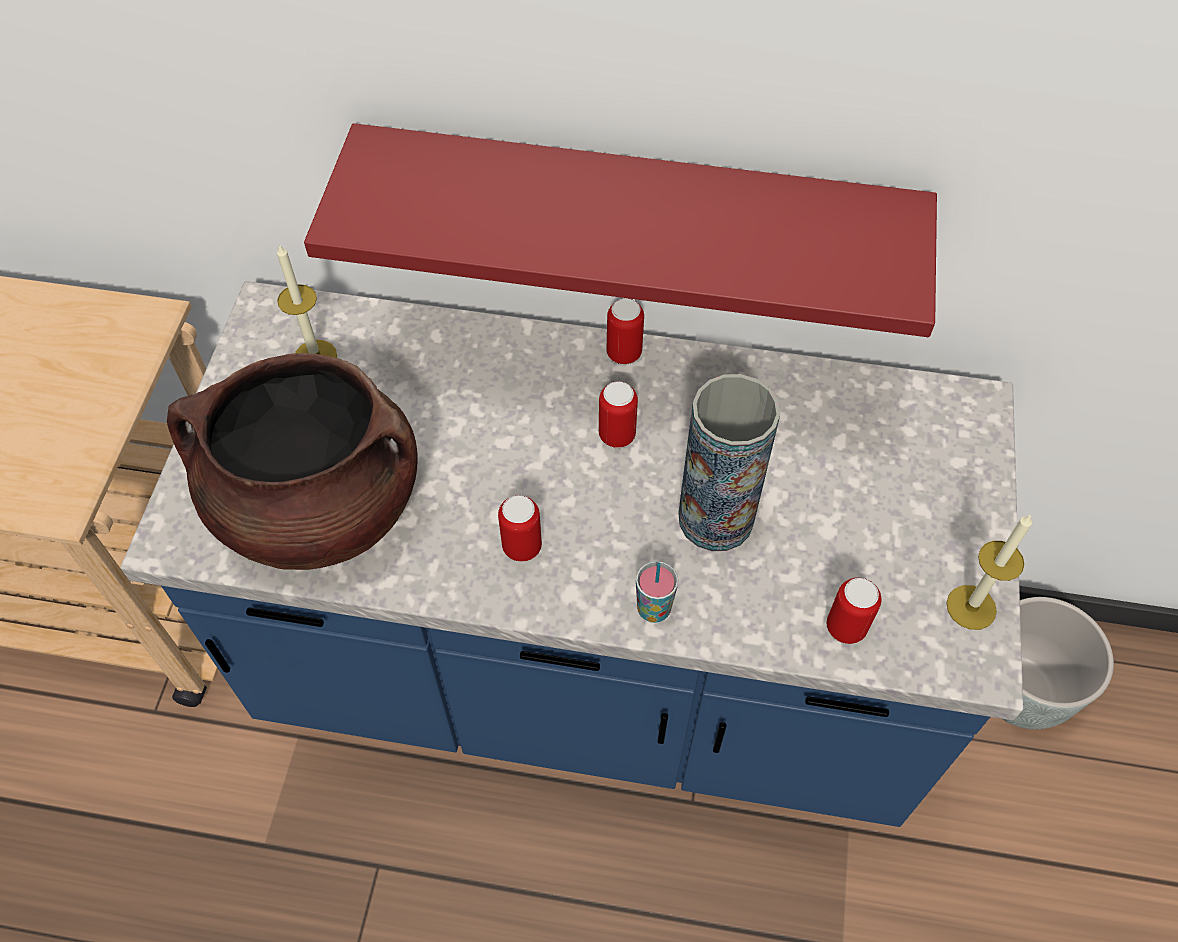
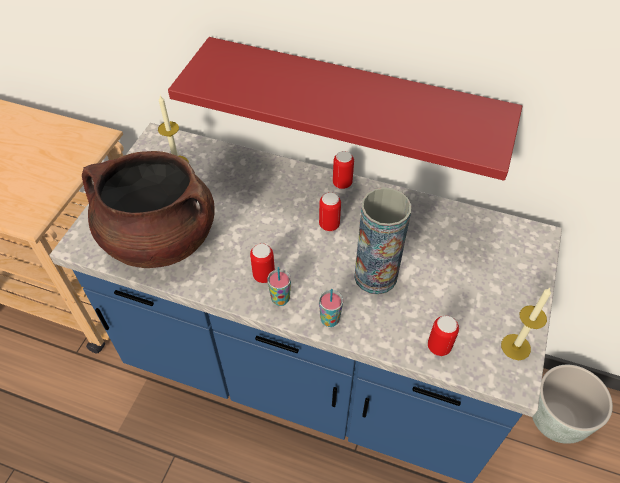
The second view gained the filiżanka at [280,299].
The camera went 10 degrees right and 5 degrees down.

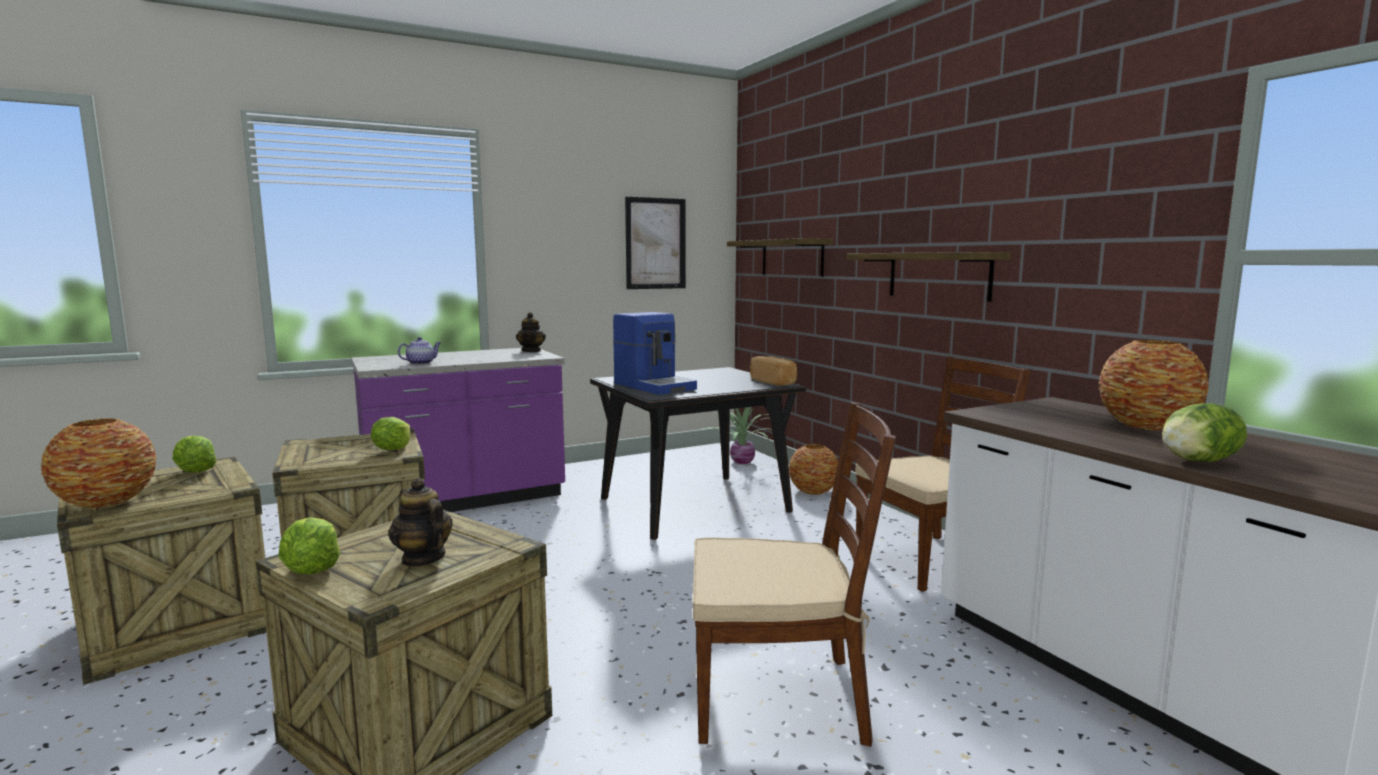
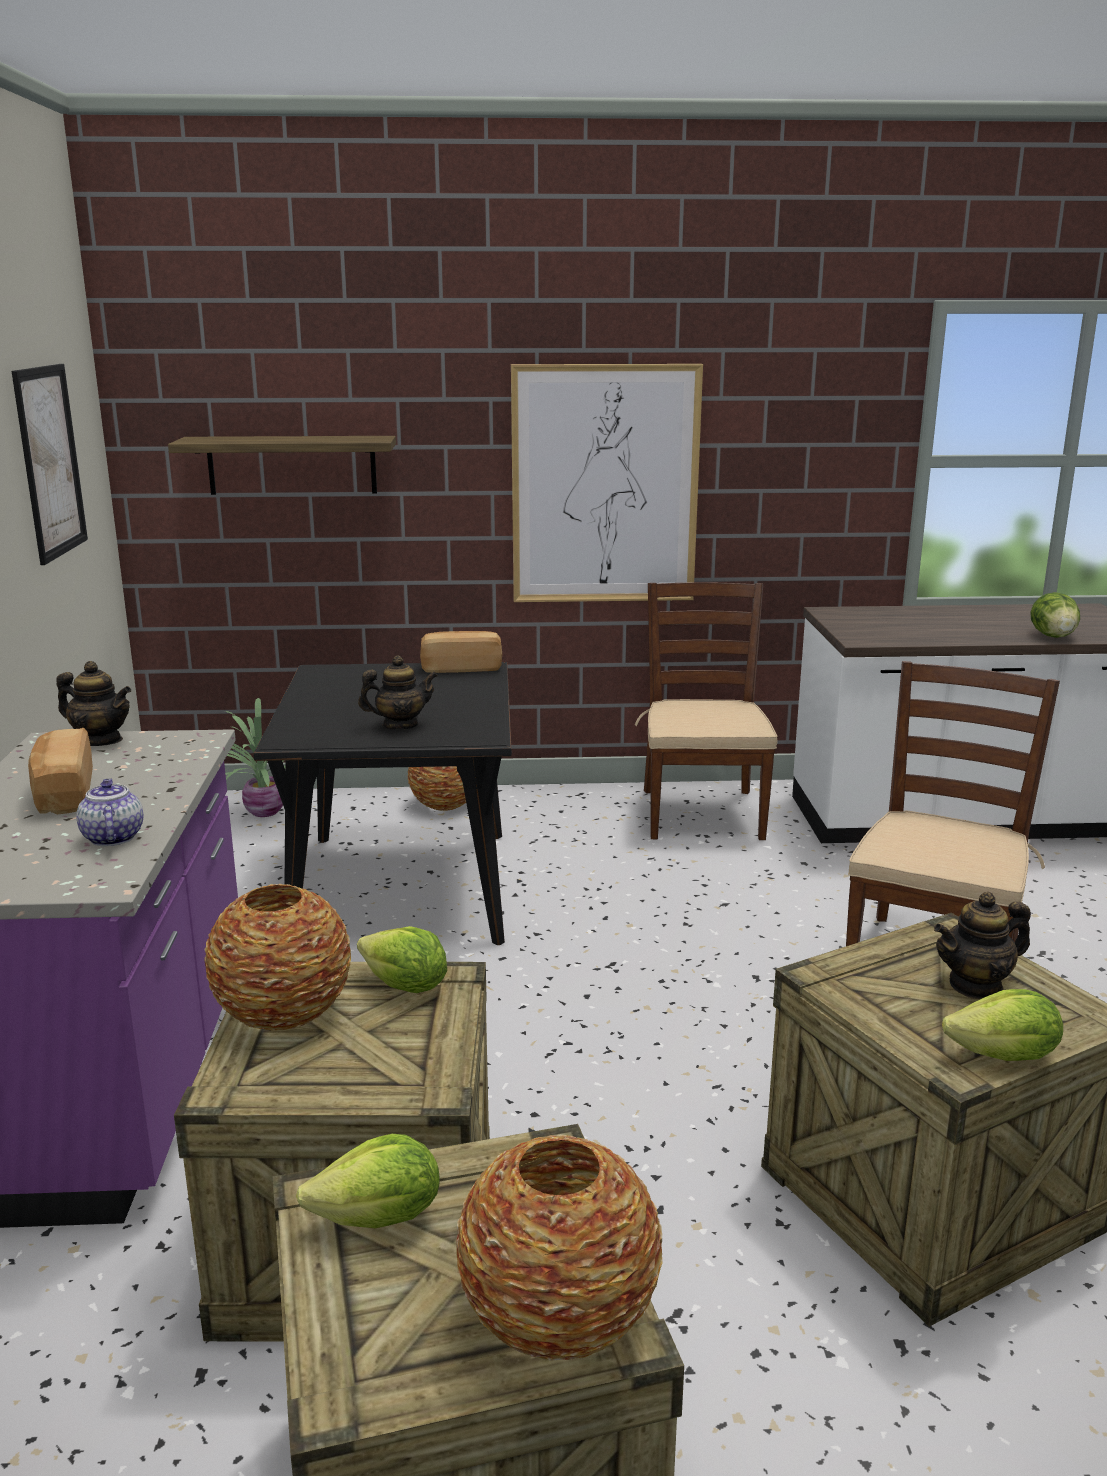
The second view gained the chleb at [63,794].
The wazon ended up elsewhere, having gone from [1147,426] to [284,1014].
Where the ekspres do kawy stood at [654,386], the imbryk came to stand at [400,725].
Where the półka hung at [938,275], the obraz came to hang at [604,485].
The camera went 65 degrees left and 10 degrees up.

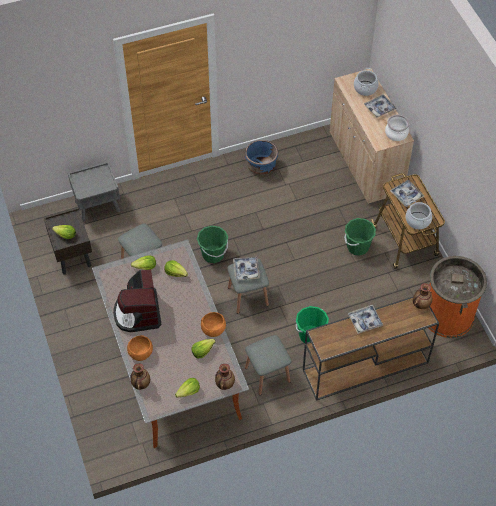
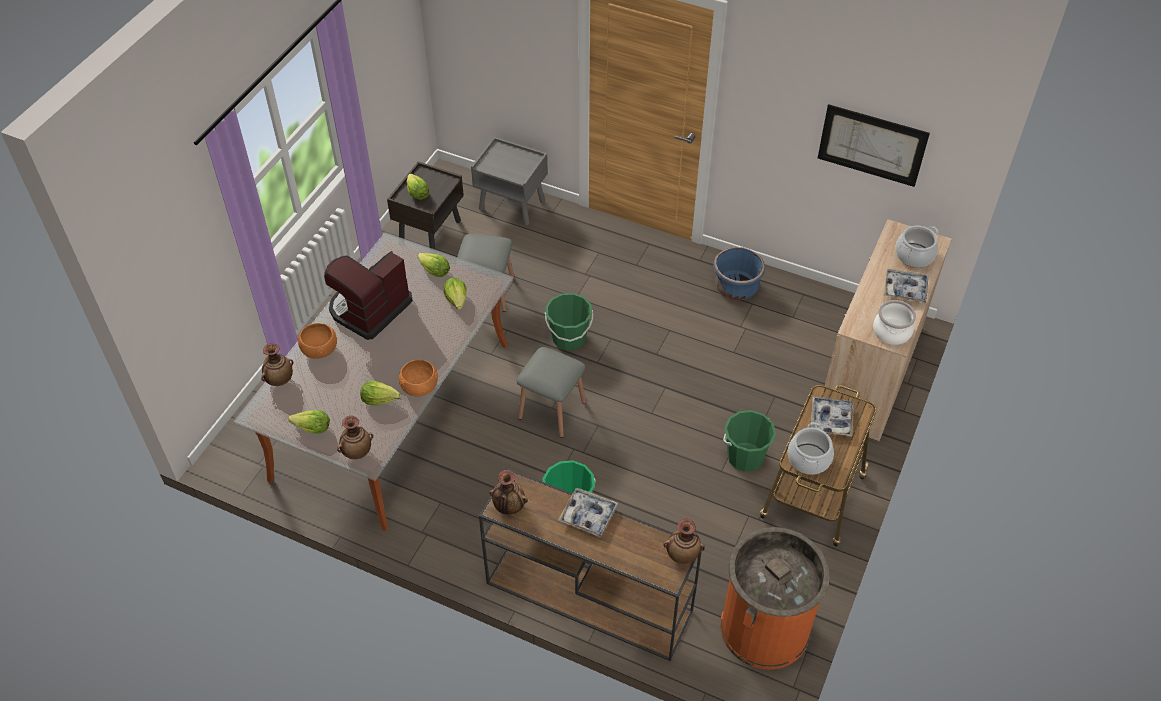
The second view gained the wazon at [509,507].
The second view gained the obraz at [872,145].
The second view lost the taca at [246,270].
The second view lost the stołek/szary at [267,374].
The camera went 45 degrees right and 5 degrees down.

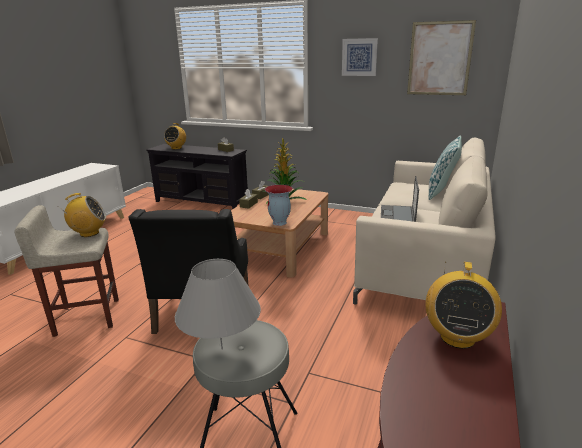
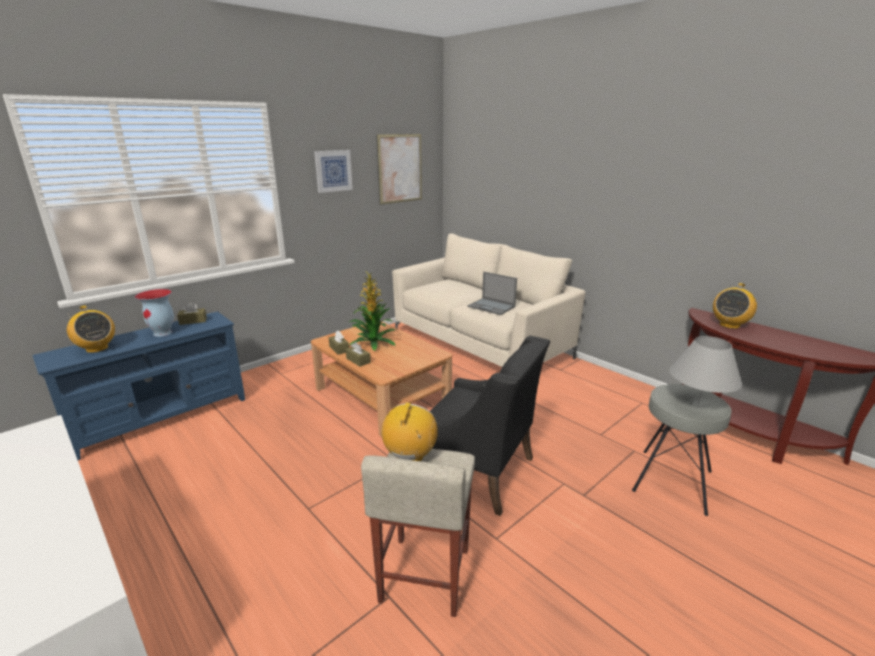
What was the szafka pod telewizor/czarny at [201,202] turned into the szafka pod telewizor/niebieski at [162,418].
The wazon ended up elsewhere, having gone from [280,223] to [163,333].
The radio at [457,337] ended up facing another way, 90 degrees clockwise from before.
The second view lost the poduszka at [442,192].
The camera went 65 degrees left and 0 degrees up.

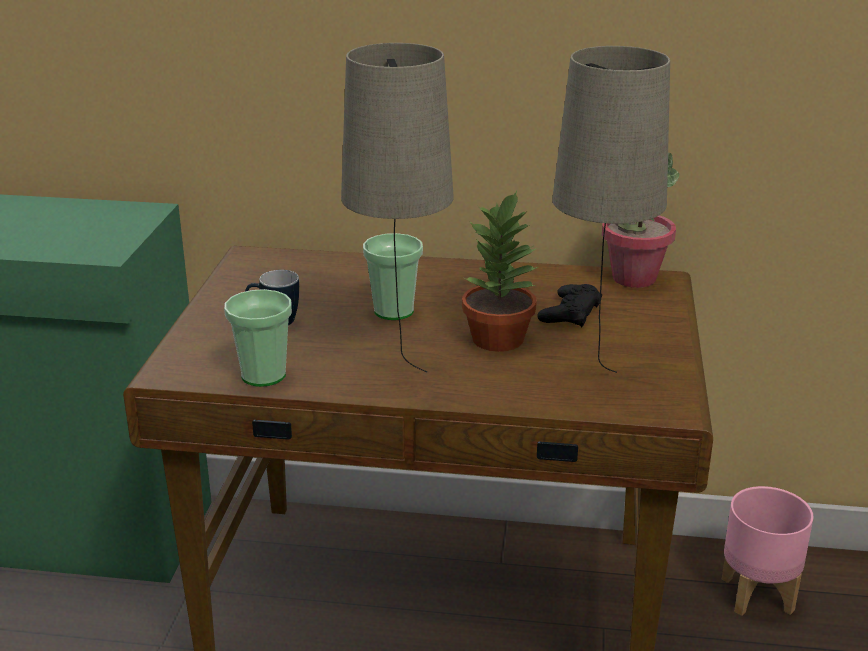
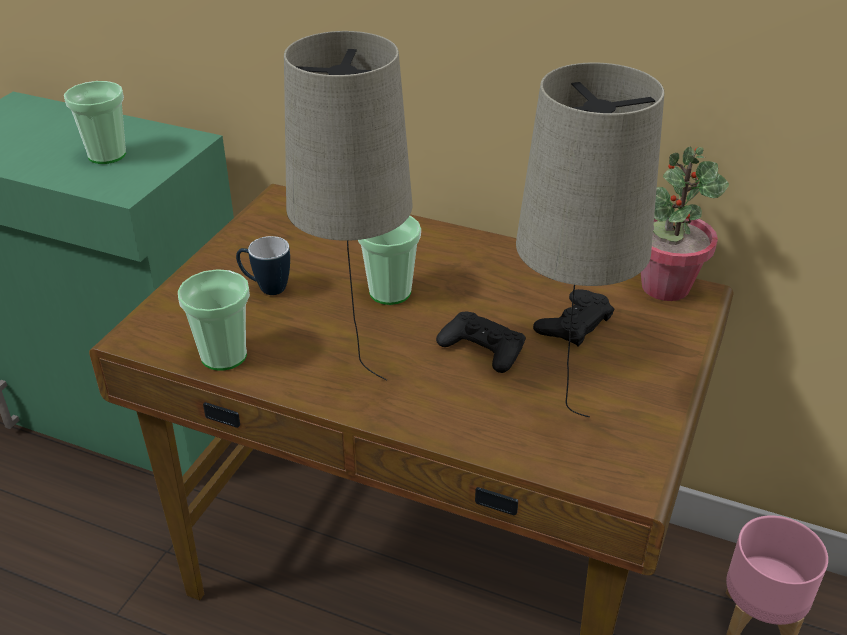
The second view gained the filiżanka at [107,155].
Where the roślina doniczkowa stood at [499,339], the pad do gier/czarny came to stand at [482,348].
The camera went 15 degrees right and 10 degrees up.

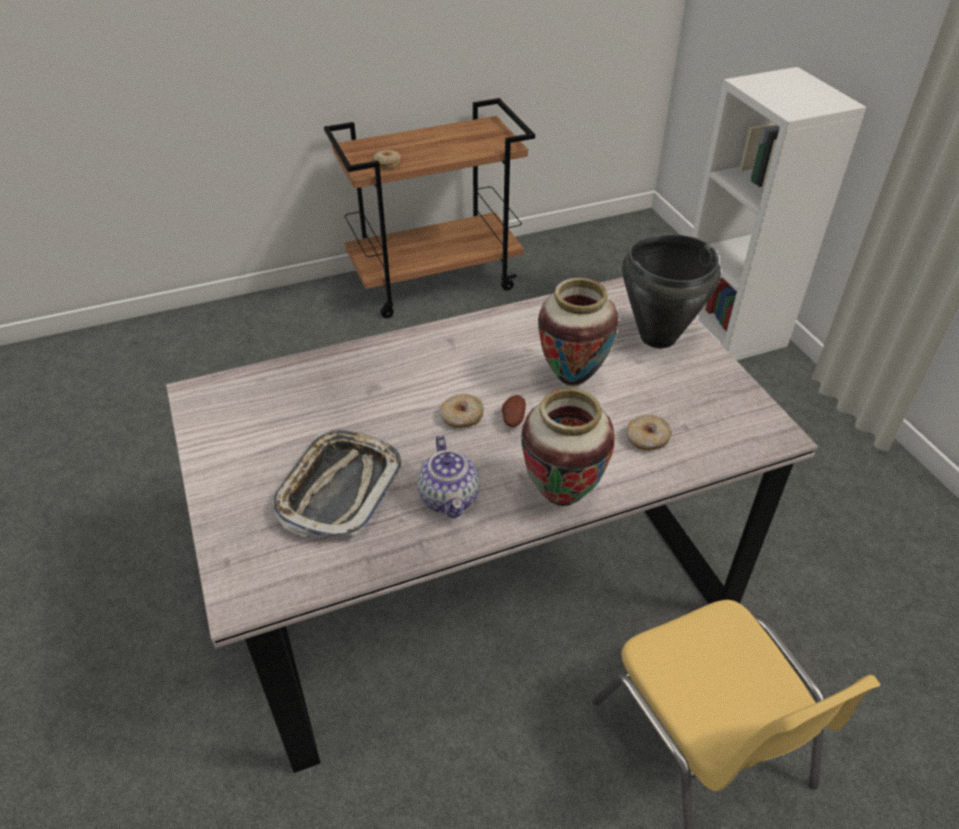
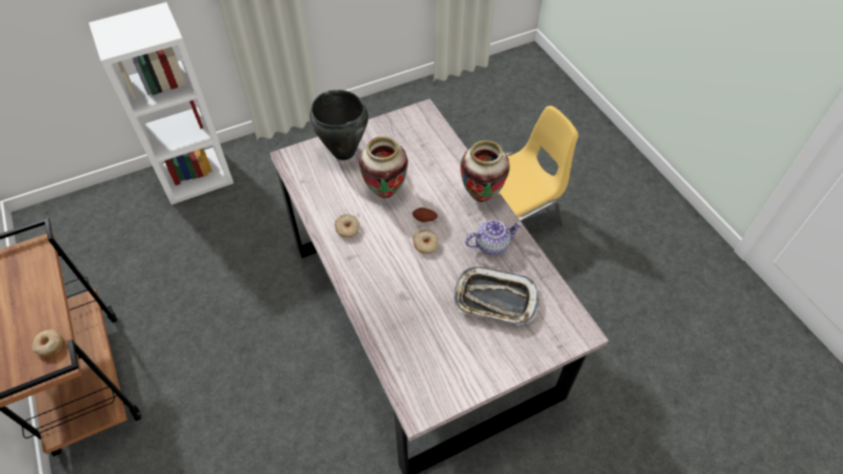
The donut ended up elsewhere, having gone from [647,439] to [348,229].
The camera went 95 degrees left and 10 degrees up.

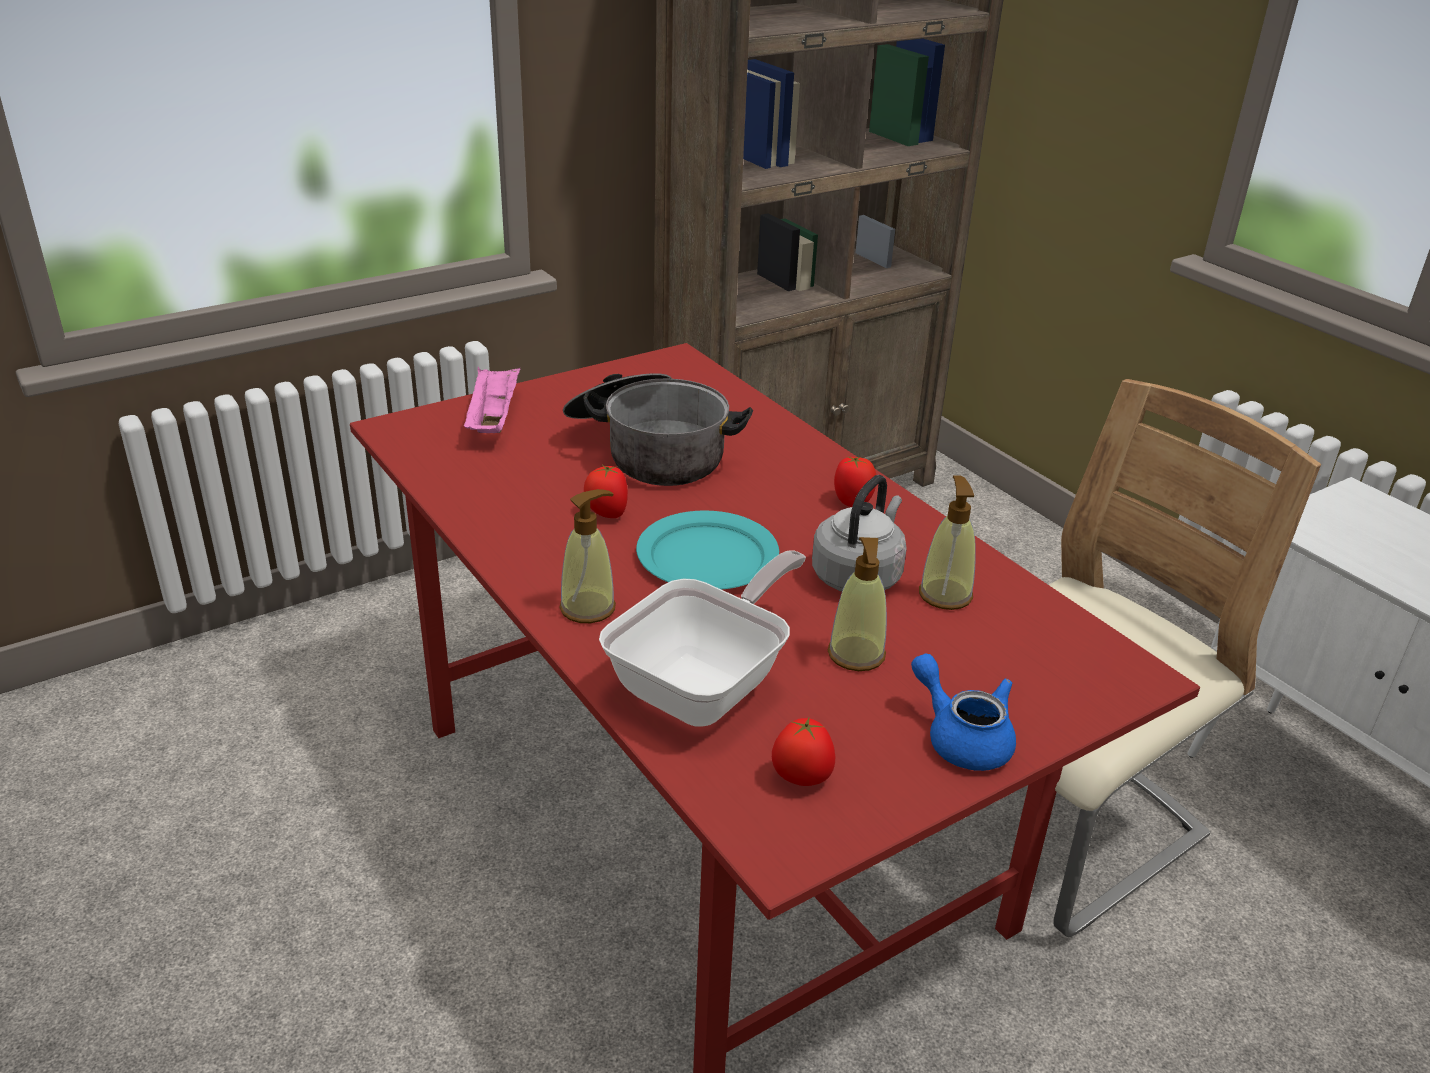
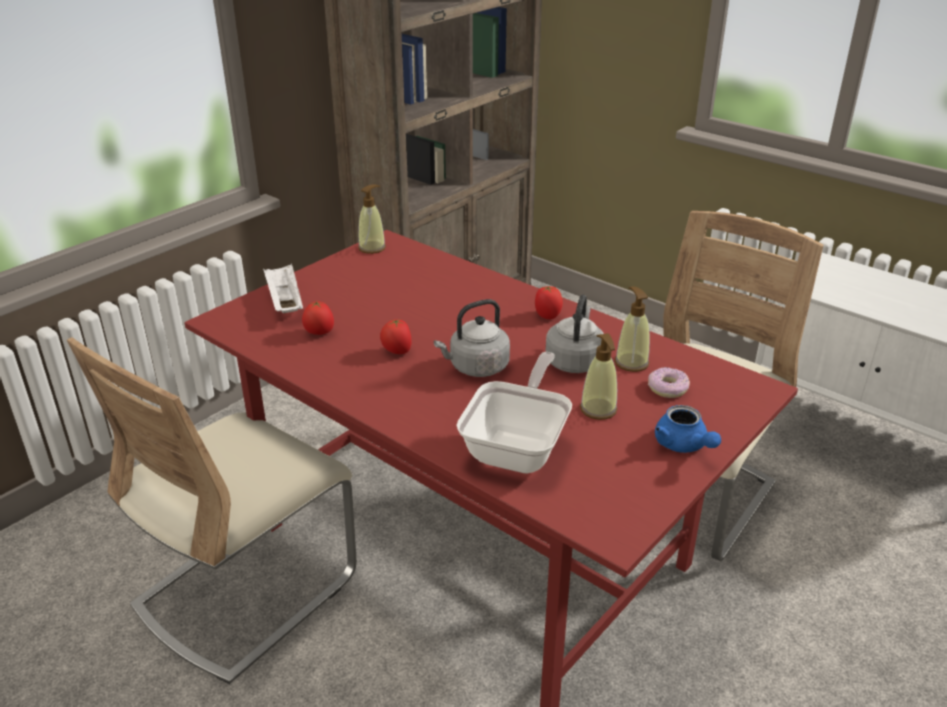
The second view gained the krzesło/beżowy at [246,591].
What was the taca/różowy at [493,419] turned into the taca/biały at [285,302].
The pomidor ended up elsewhere, having gone from [801,779] to [319,333].
The dozownik mydła ended up elsewhere, having gone from [588,608] to [372,248].
Where the talerz/turkusowy stood at [706,557], the czajnik/szary came to stand at [476,367].
The second view gained the donut at [667,388].
The imbryk/niebieski at [962,737] ended up facing another way, 150 degrees counterclockwise from before.
The second view lost the garnek at [649,451].
The camera went 15 degrees left and 0 degrees up.

